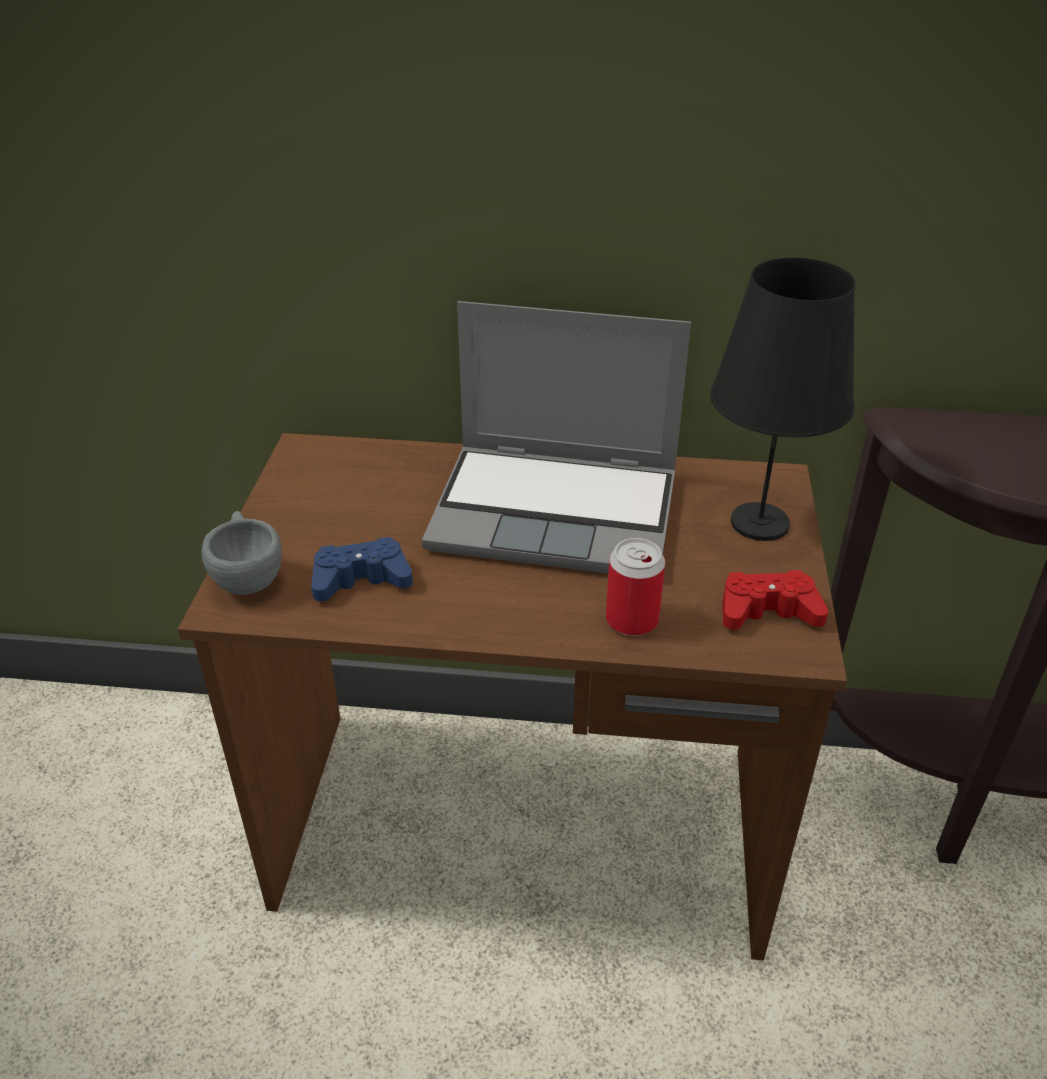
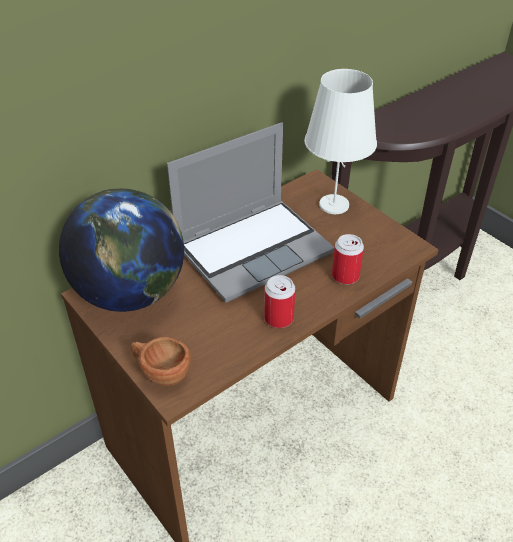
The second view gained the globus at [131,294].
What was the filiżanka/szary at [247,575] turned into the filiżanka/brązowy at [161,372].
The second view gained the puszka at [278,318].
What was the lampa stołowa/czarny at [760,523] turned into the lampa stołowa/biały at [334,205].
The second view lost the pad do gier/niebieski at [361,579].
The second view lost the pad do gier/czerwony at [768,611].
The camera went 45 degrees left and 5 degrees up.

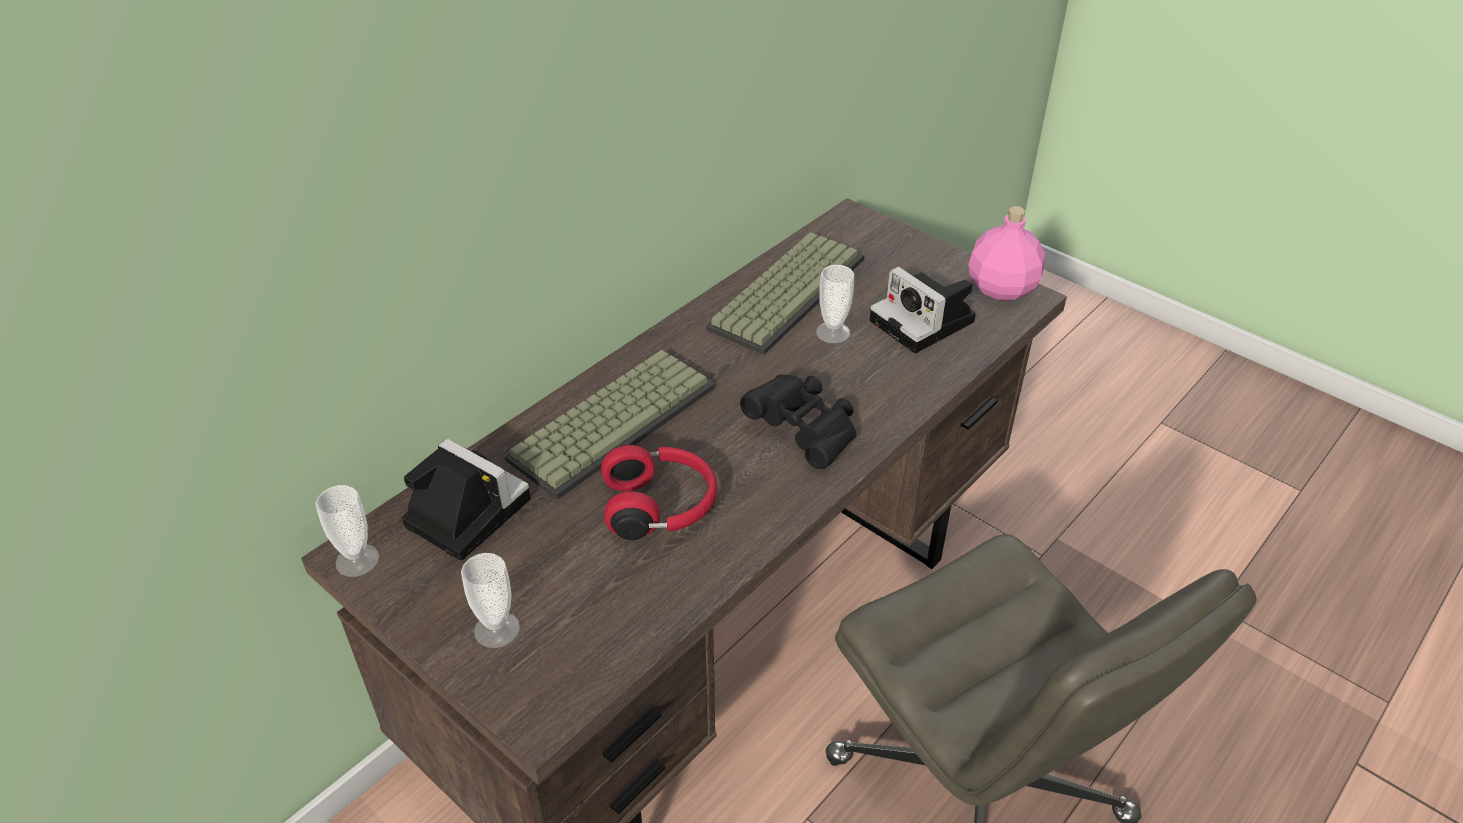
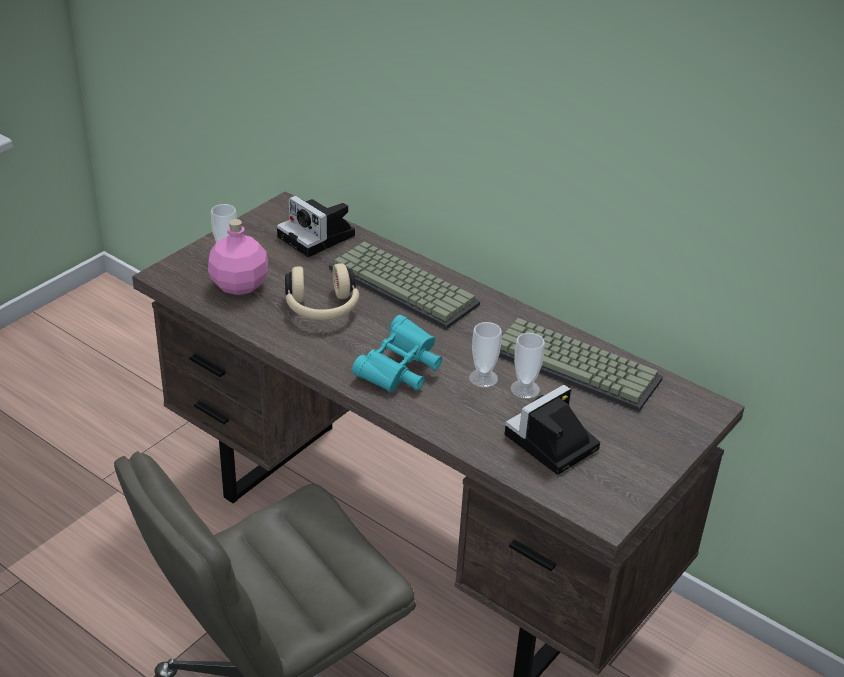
The butelka/różowy ended up elsewhere, having gone from [1000,288] to [240,285].
The aparat fotograficzny at [463,511] ended up facing another way, 105 degrees clockwise from before.
What was the słuchawki/czerwony at [661,506] turned into the słuchawki/beżowy at [322,309].
What was the lornetka/czarny at [804,432] turned into the lornetka/turkusowy at [400,371].
The filiżanka ended up elsewhere, having gone from [357,560] to [483,378].
The camera went 85 degrees right and 5 degrees down.

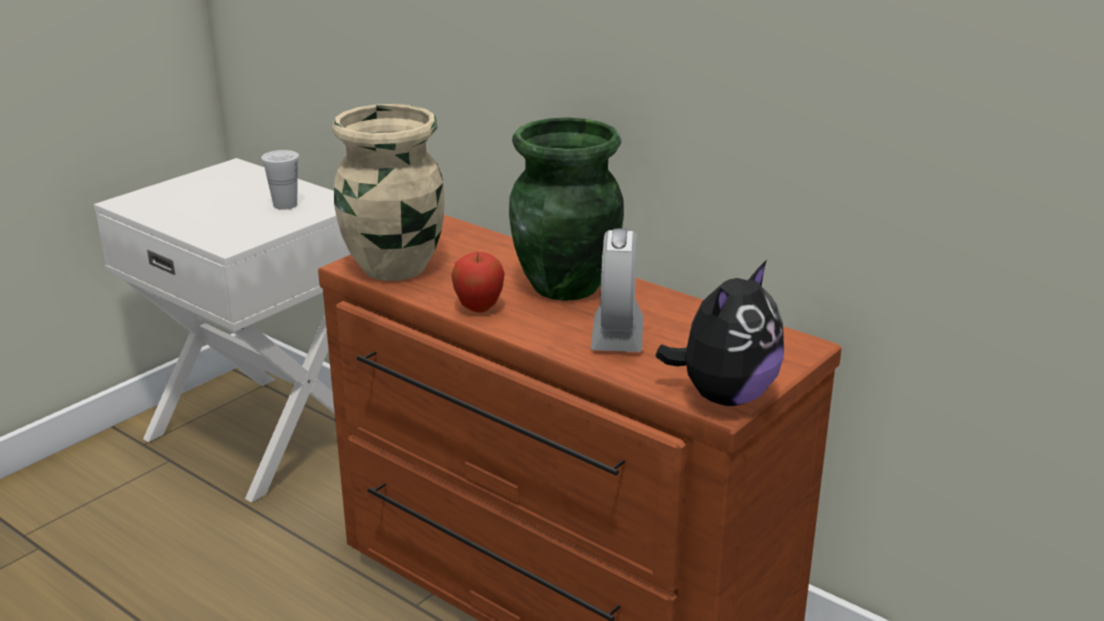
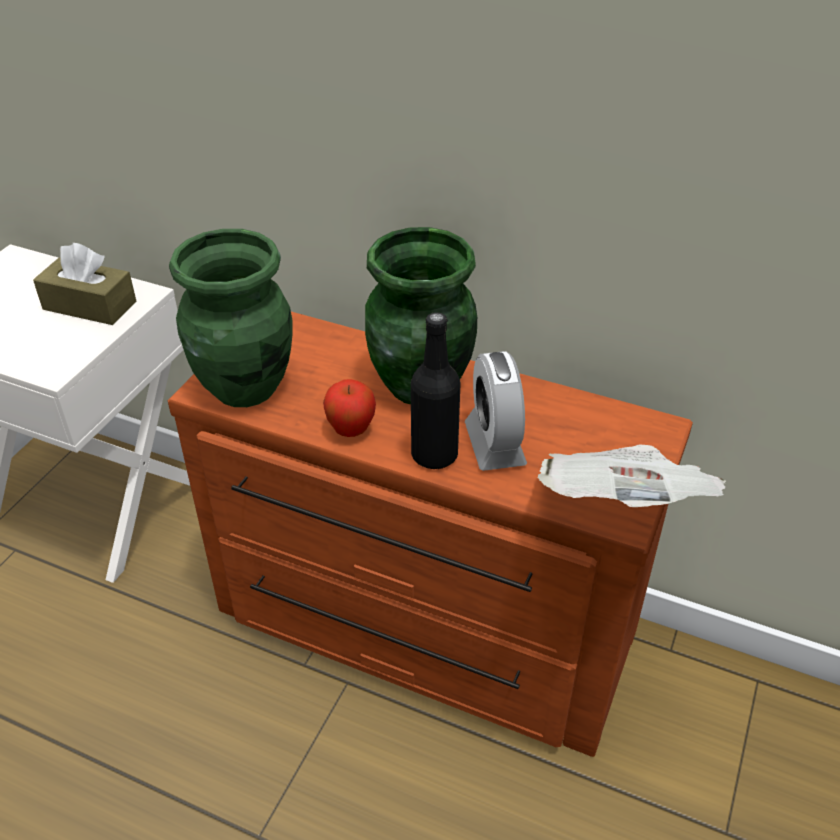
Where the filiżanka/biały stood at [285,205], the pudełko chusteczek/brązowy came to stand at [89,305].
What was the wazon/beżowy at [395,268] turned into the wazon/zielony at [246,388].
The second view gained the butelka/czarny at [434,455].
Where the pluszak stood at [724,396], the gazeta came to stand at [622,508].
The camera went 15 degrees left and 15 degrees up.

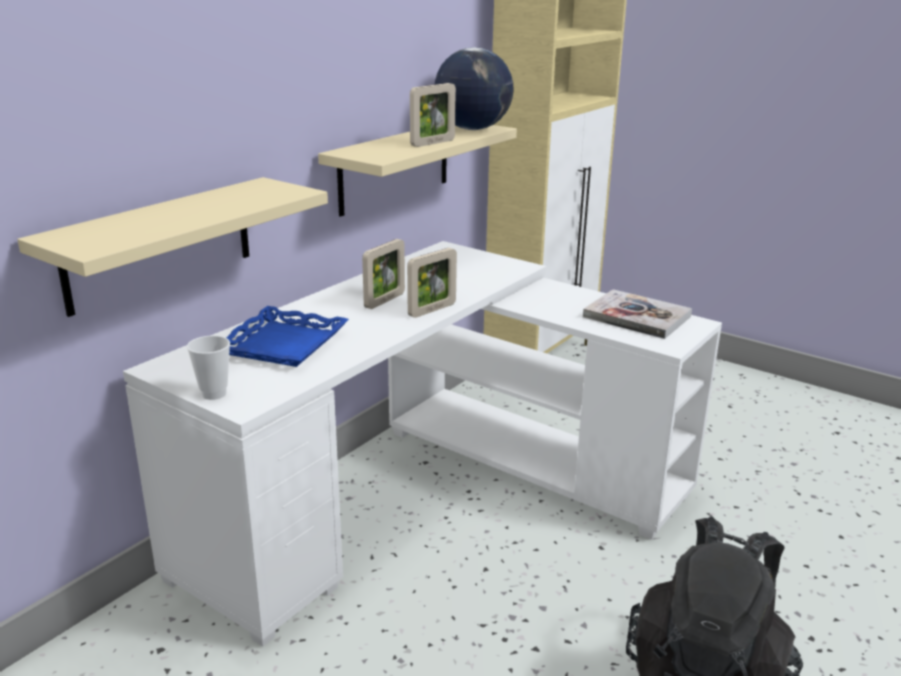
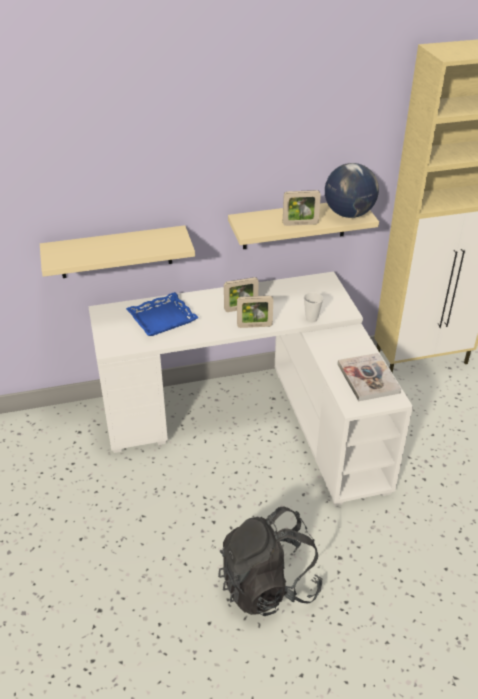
The filiżanka ended up elsewhere, having gone from [214,394] to [311,319].
The camera went 40 degrees right and 15 degrees up.

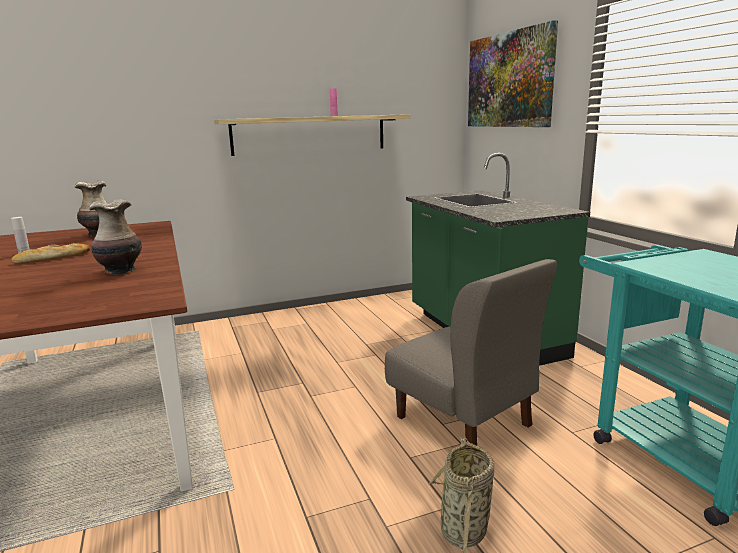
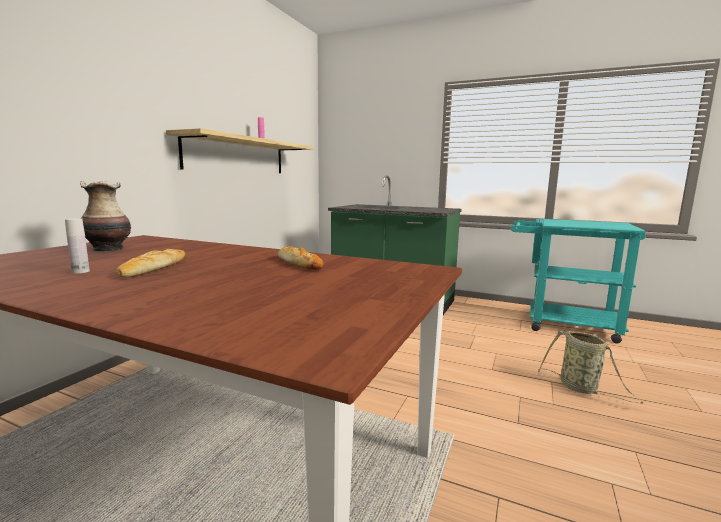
Where the wazon stood at [120,271], the chleb came to stand at [299,263].
The second view lost the krzesło/szary at [463,421].
The second view lost the obraz at [509,80].
The camera went 45 degrees left and 5 degrees down.

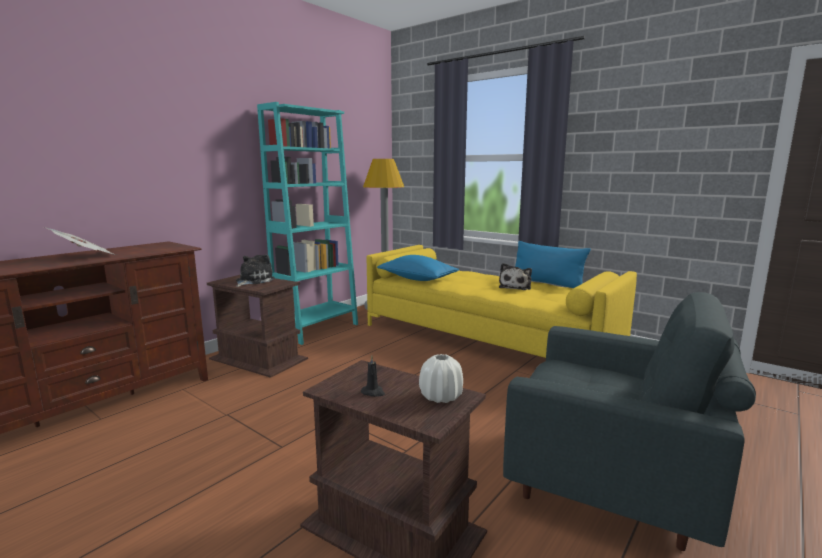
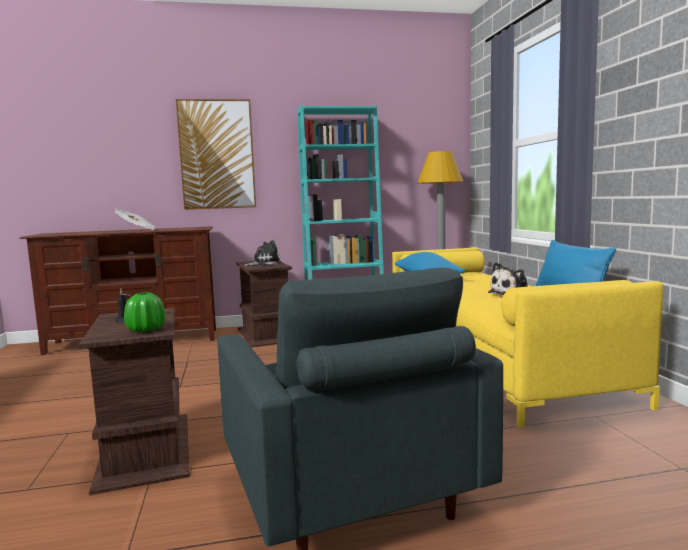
What was the wazon/biały at [441,396] turned into the wazon/zielony at [146,329].
The second view gained the obraz at [217,155].
The camera went 40 degrees right and 5 degrees down.

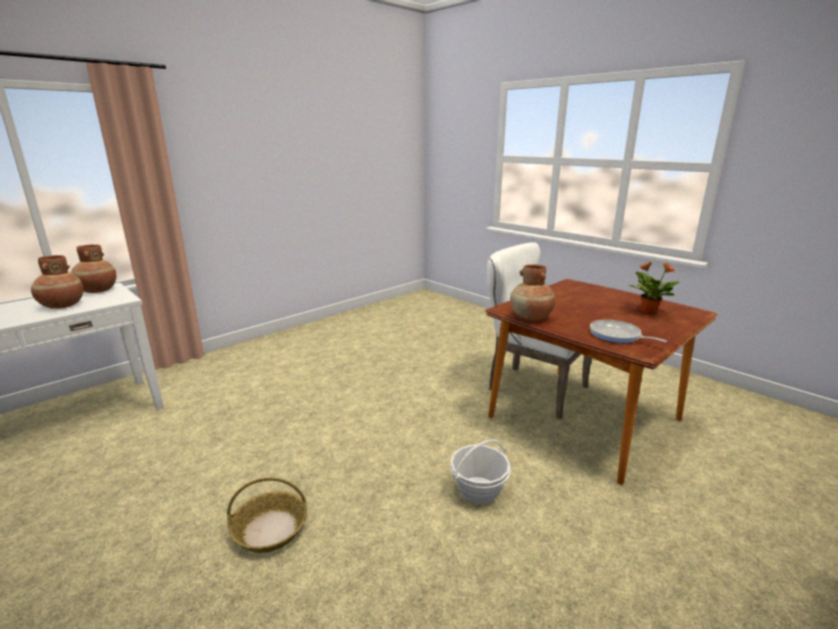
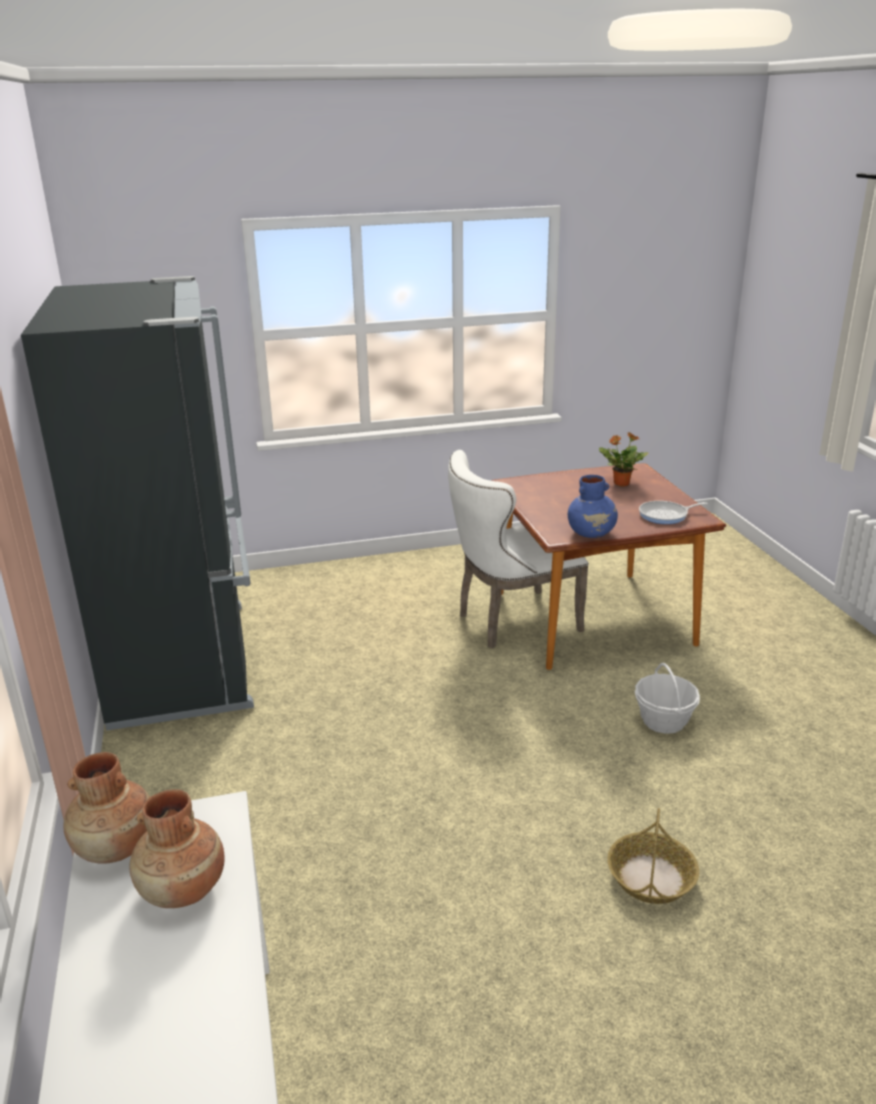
The second view gained the lodówka/czarny at [185,661].
What was the wazon/brązowy at [530,317] turned into the wazon/niebieski at [591,533].
The camera went 60 degrees left and 5 degrees up.

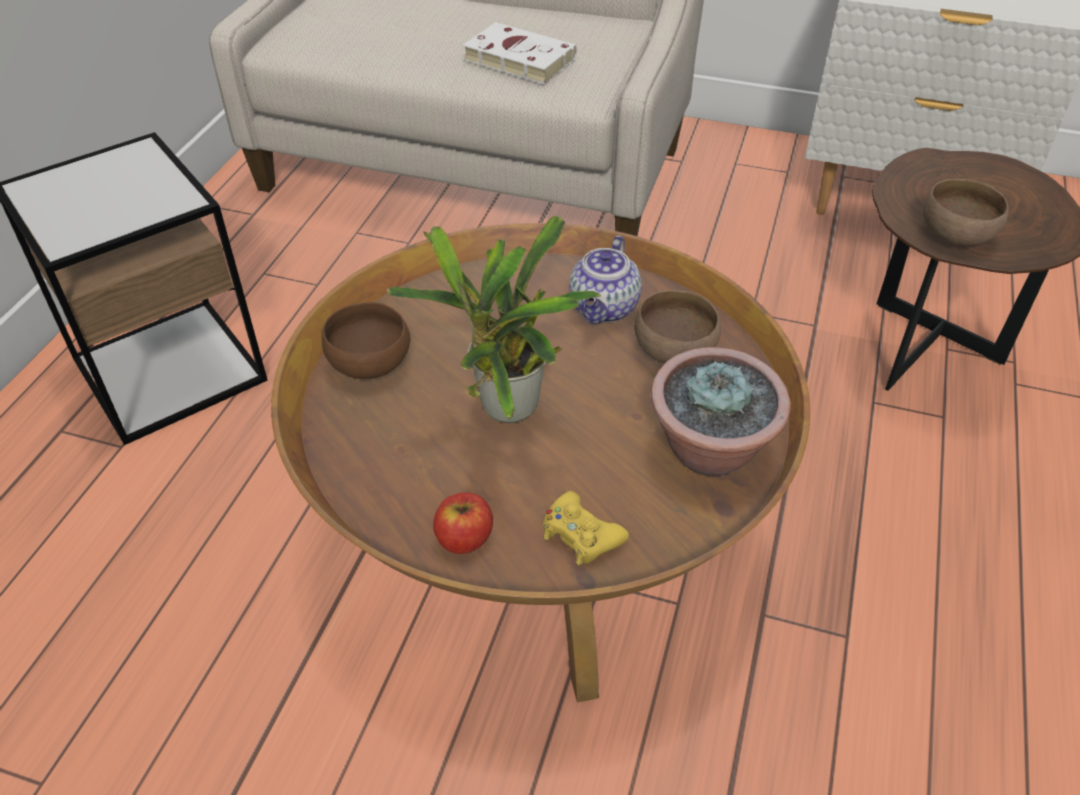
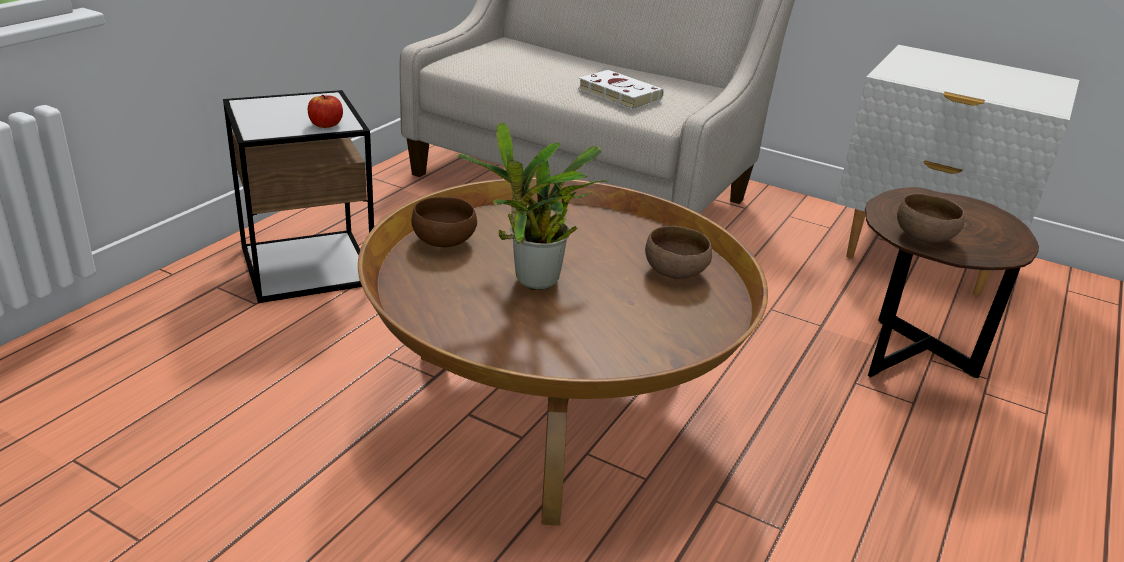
The jabłko ended up elsewhere, having gone from [464,538] to [326,125].
The second view lost the pad do gier/żółty at [581,535].
The second view lost the imbryk at [604,309].
The second view lost the roślina doniczkowa at [710,452].
The camera went 10 degrees right and 15 degrees down.

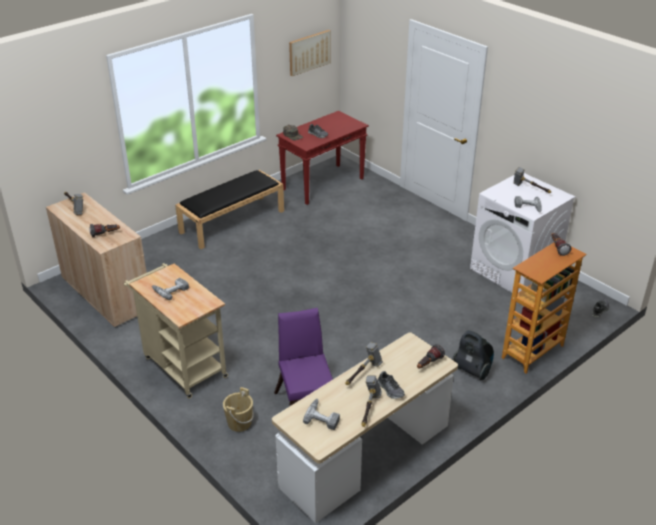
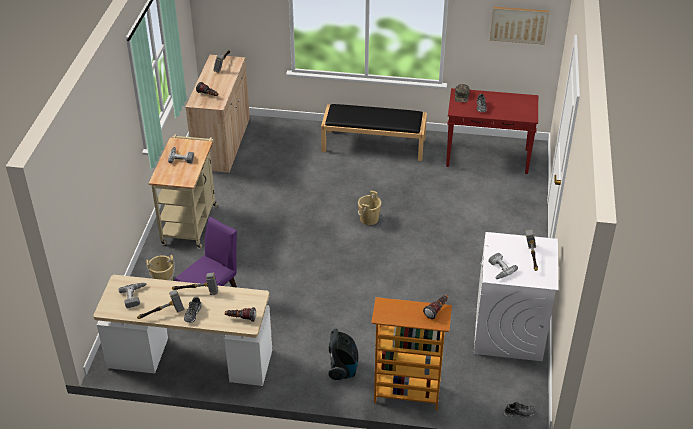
The second view gained the wiadro/beżowy at [369,219].
The camera went 50 degrees right and 5 degrees up.

